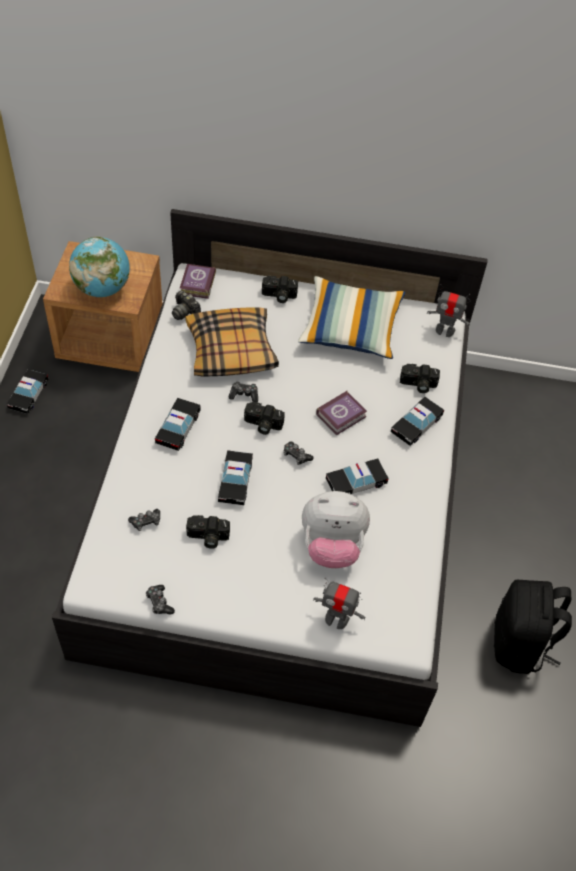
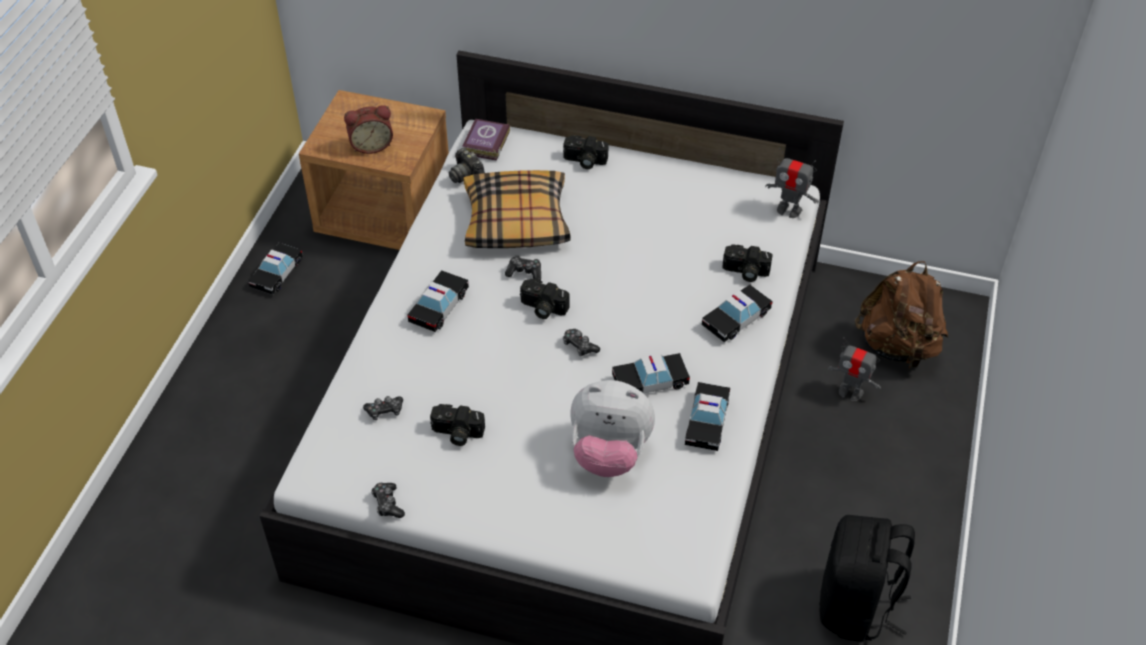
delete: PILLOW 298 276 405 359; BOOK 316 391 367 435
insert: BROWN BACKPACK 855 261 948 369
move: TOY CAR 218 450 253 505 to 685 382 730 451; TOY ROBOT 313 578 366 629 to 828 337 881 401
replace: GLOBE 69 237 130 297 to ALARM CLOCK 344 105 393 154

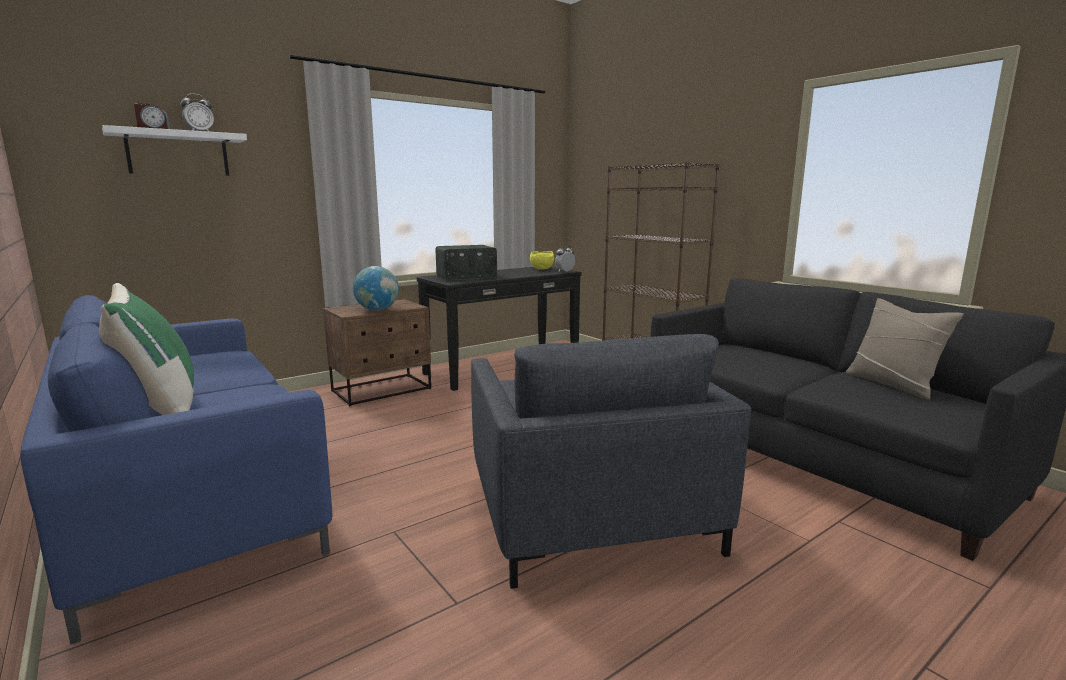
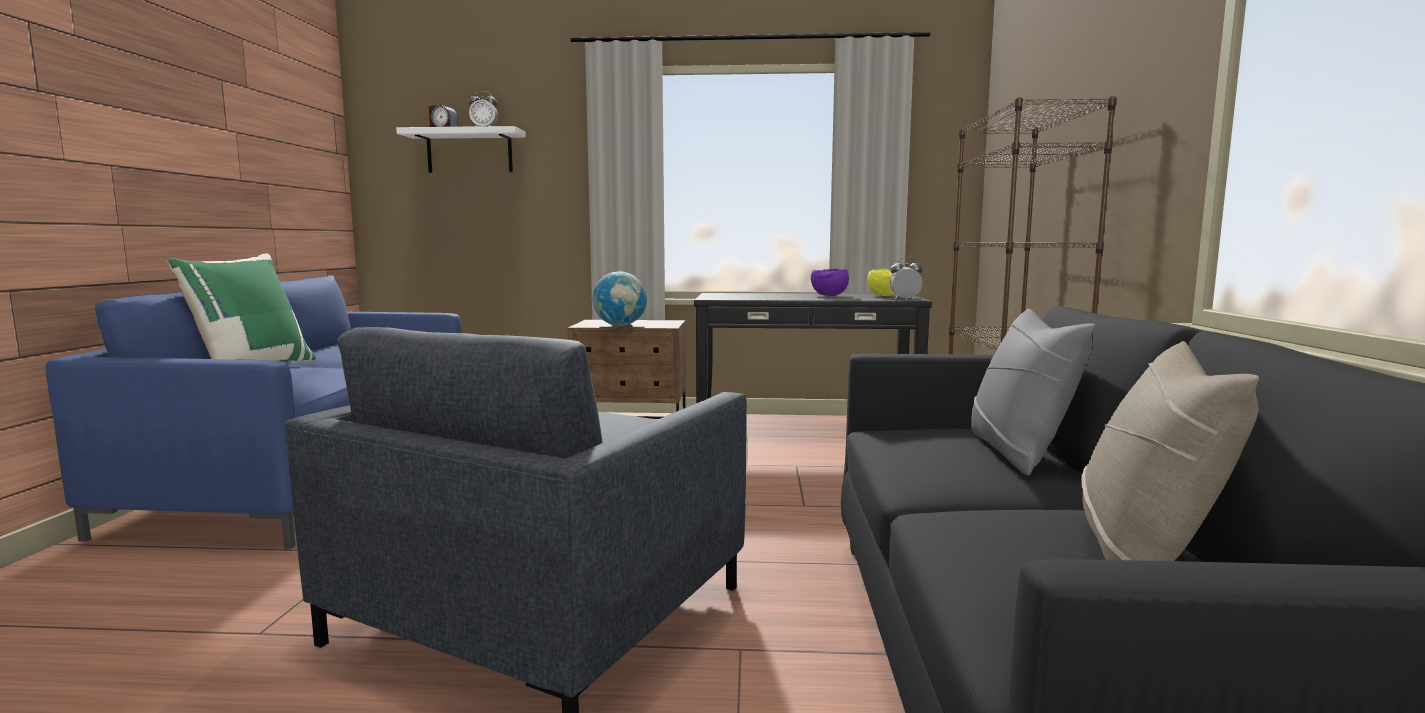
delete: RADIO 435 245 497 281
insert: PURPLE BOWL 811 268 849 296; GREY PILLOW 971 309 1095 476

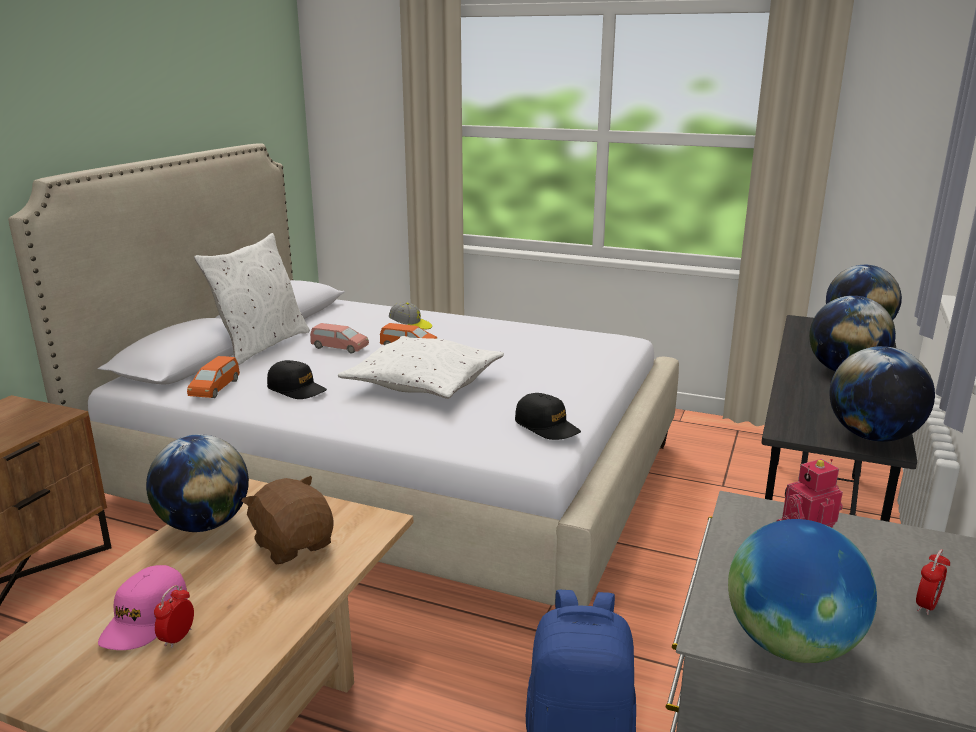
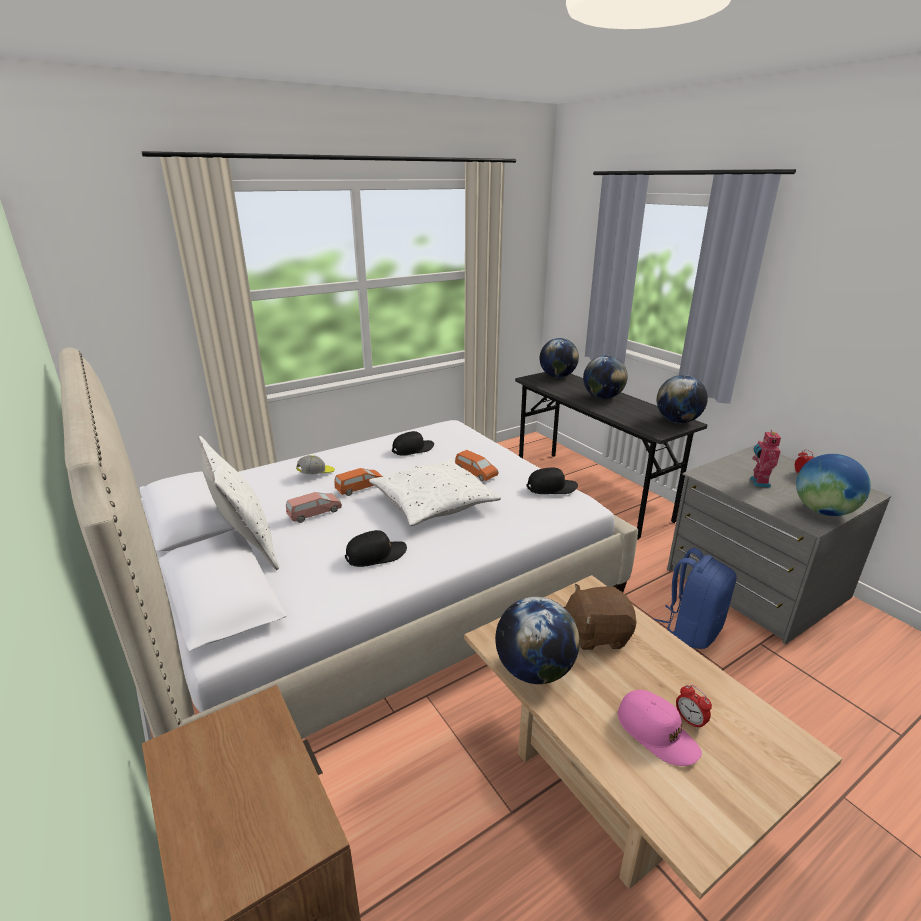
insert: BLACK CAP 392 431 434 456
move: ORANGE TOY CAR 187 356 240 398 to 455 450 498 481

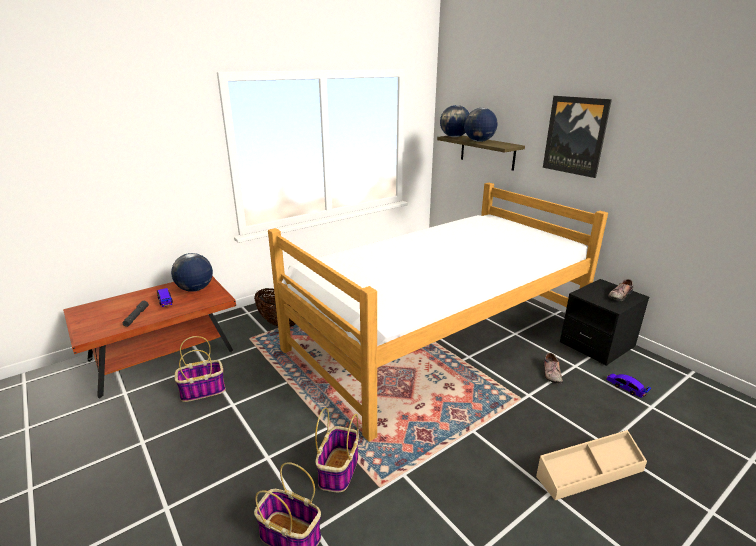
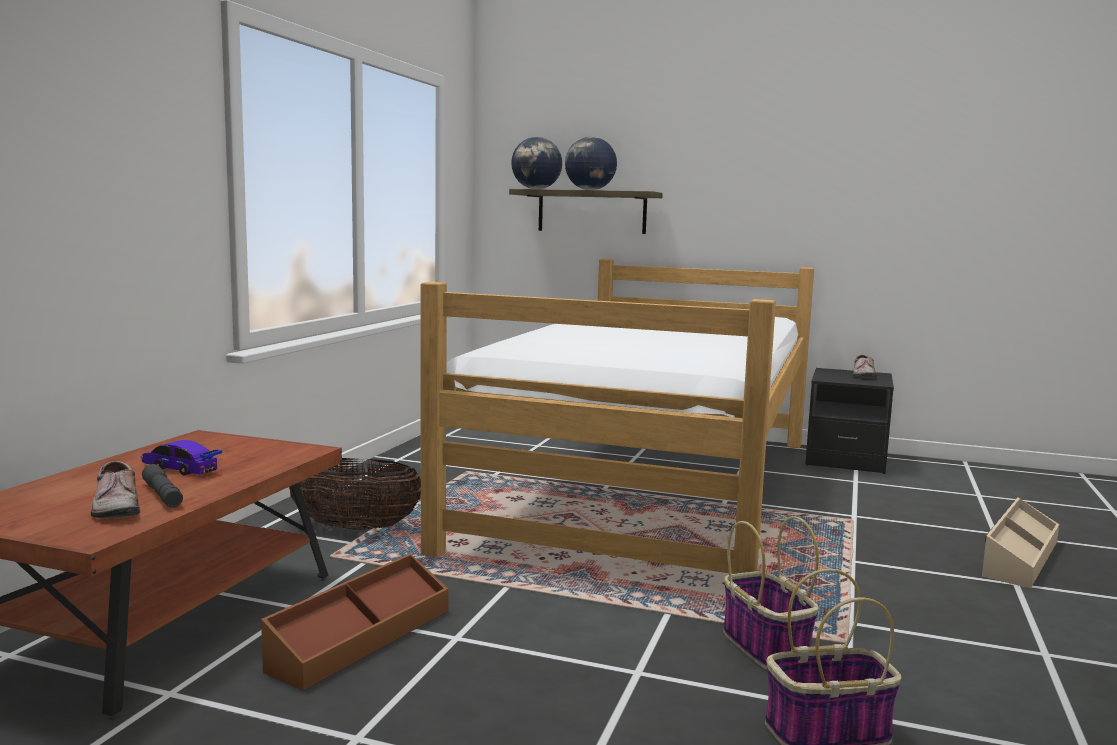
delete: GLOBE 171 253 213 292; PICTURE 543 96 612 178; TOY CAR 606 374 651 398
move: SHOE 543 353 563 384 to 91 461 140 518
replace: BASKET 175 336 226 402 to BROWN STORAGE BOX 261 553 448 691

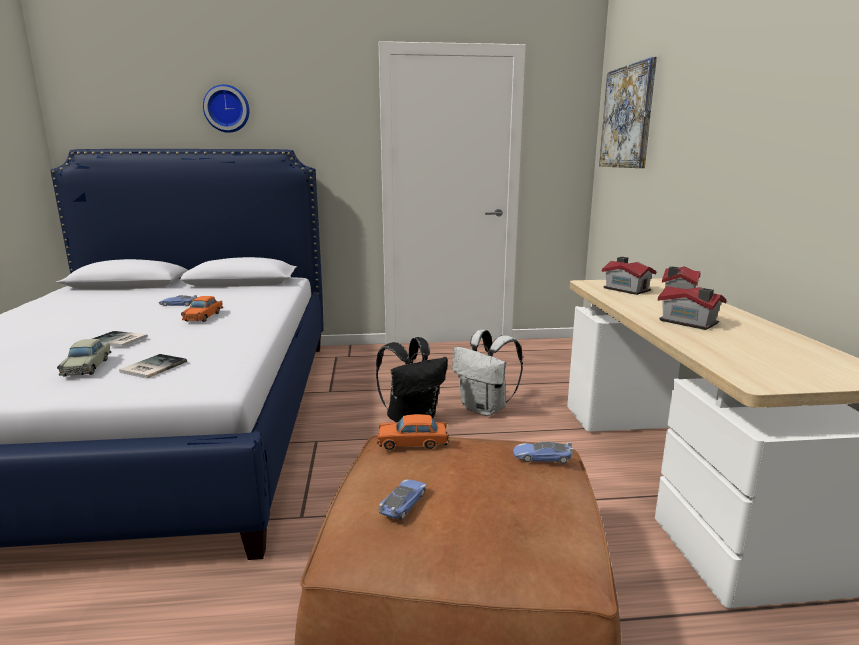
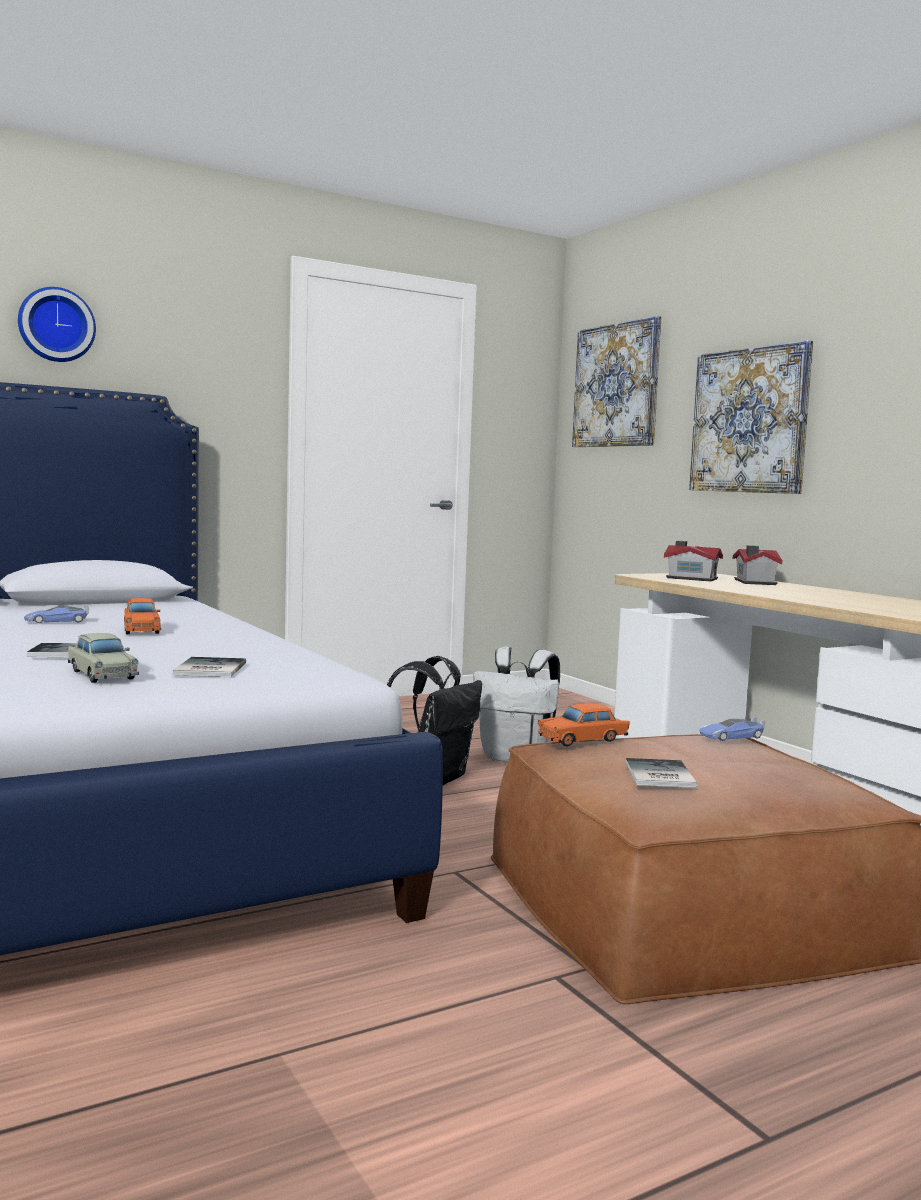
delete: TOY HOUSE 658 286 727 330
insert: PICTURE 689 340 813 494
replace: TOY CAR 379 479 426 520 to BOOK 625 758 697 788

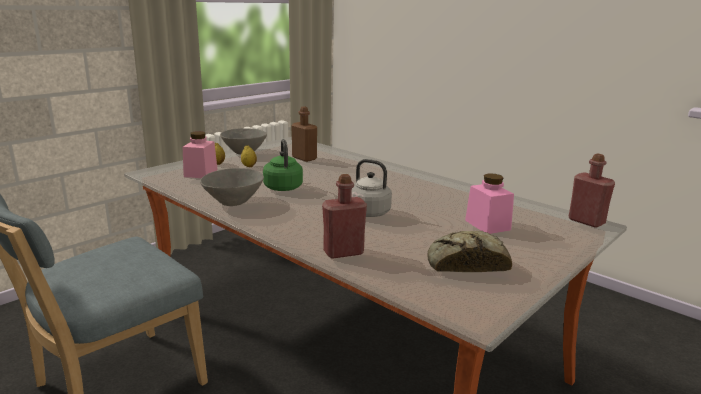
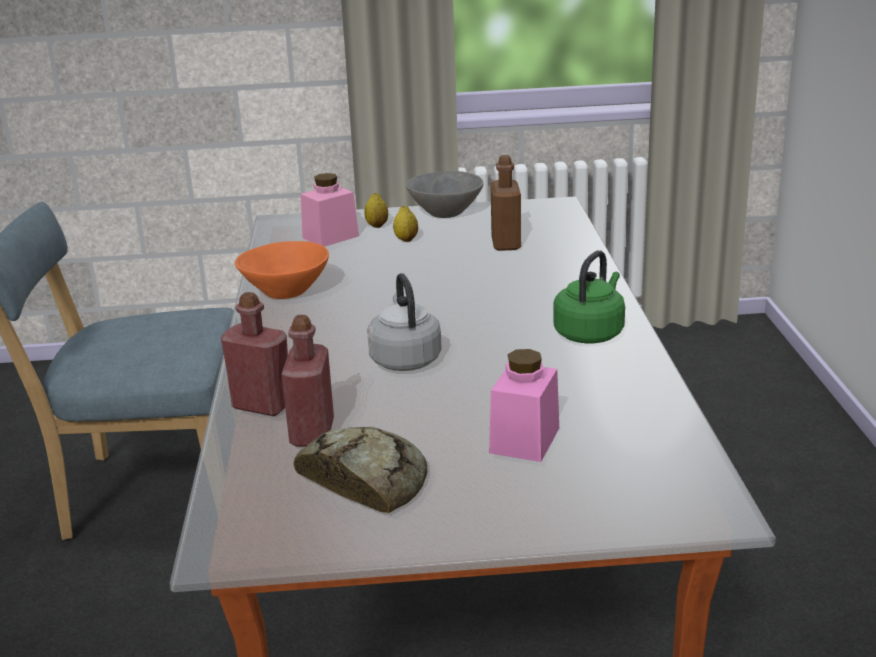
move: RED BOTTLE 569 154 615 228 to 281 315 334 447; GREEN KETTLE 263 139 303 191 to 553 250 625 343
recolor: GREY BOWL 200 168 264 206 to ORANGE BOWL 235 241 329 299

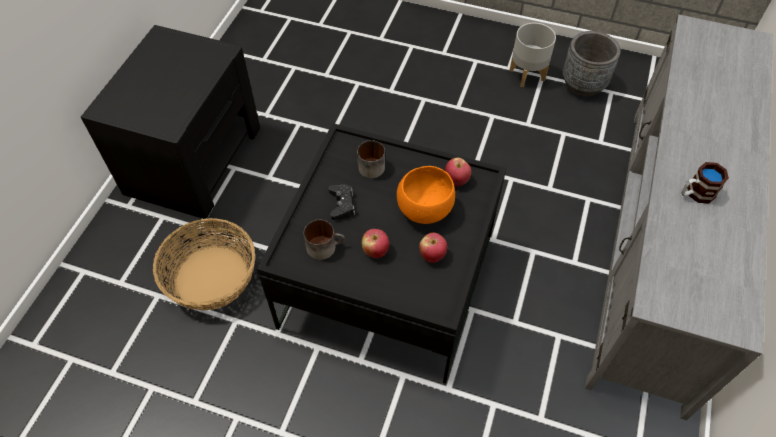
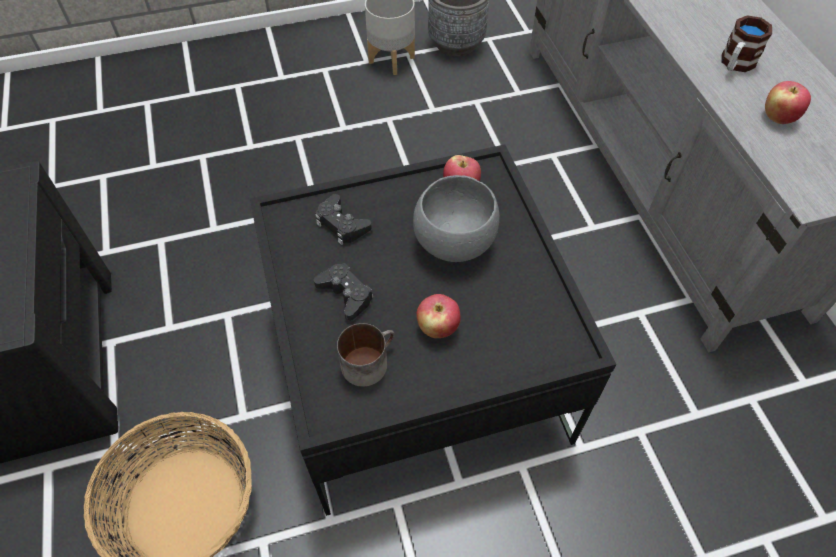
move: APPLE 419 233 447 263 to 765 81 811 124
replace: MUG 357 140 385 178 to BLACK GAME CONTROLLER 315 194 372 245
recolor: ORANGE BOWL 397 166 455 224 to GREY BOWL 413 175 499 262

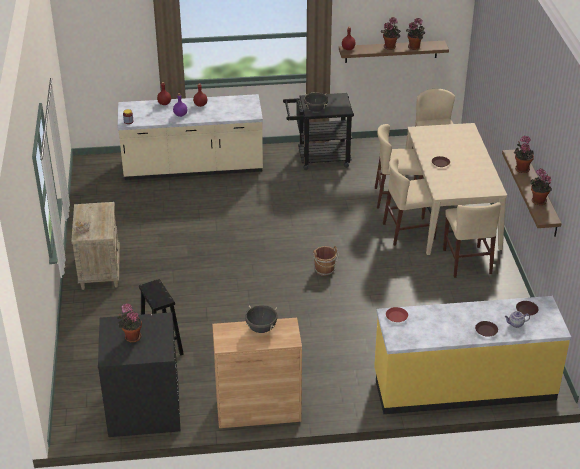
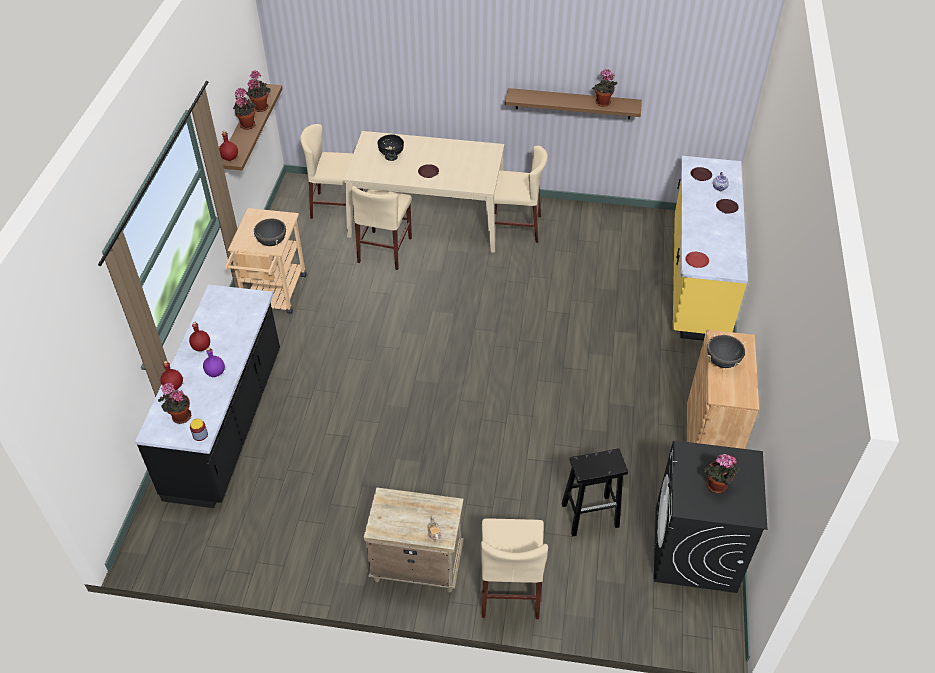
delete: BROWN BUCKET 313 246 339 276
insert: BLACK BOWL 377 134 404 161
move: POTTED PLANT 514 136 534 173 to 158 382 191 424; BEIGE CHAIR 383 157 438 246 to 481 518 548 619
recolor: BEIGE COUNTER 118 94 263 180 to BLACK COUNTER 135 285 280 508; BLACK CART 283 93 354 170 to BEIGE CART 225 208 306 314

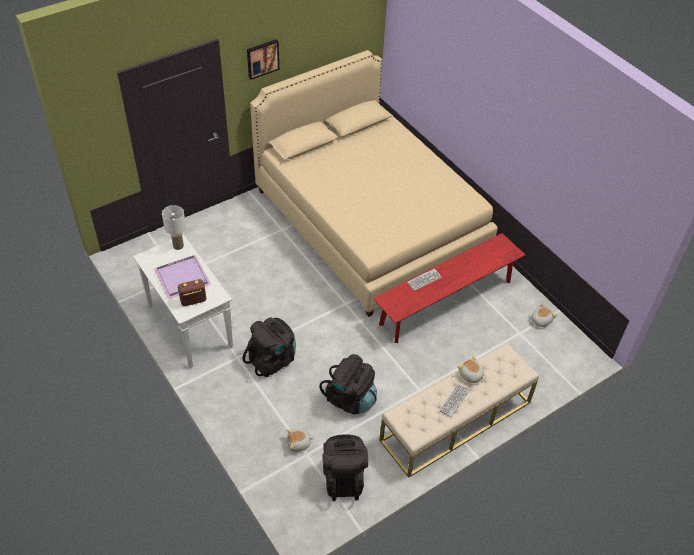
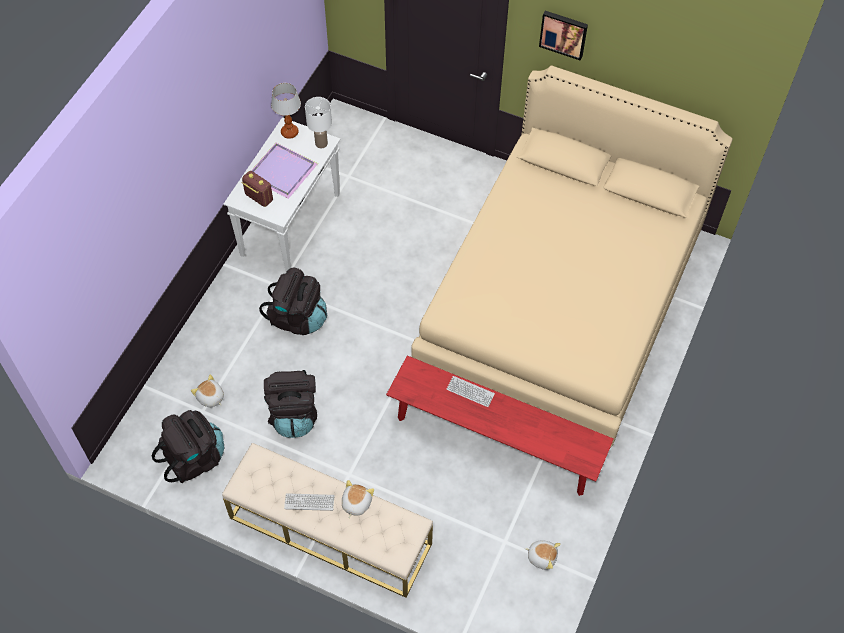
insert: TABLE LAMP 271 83 301 139

